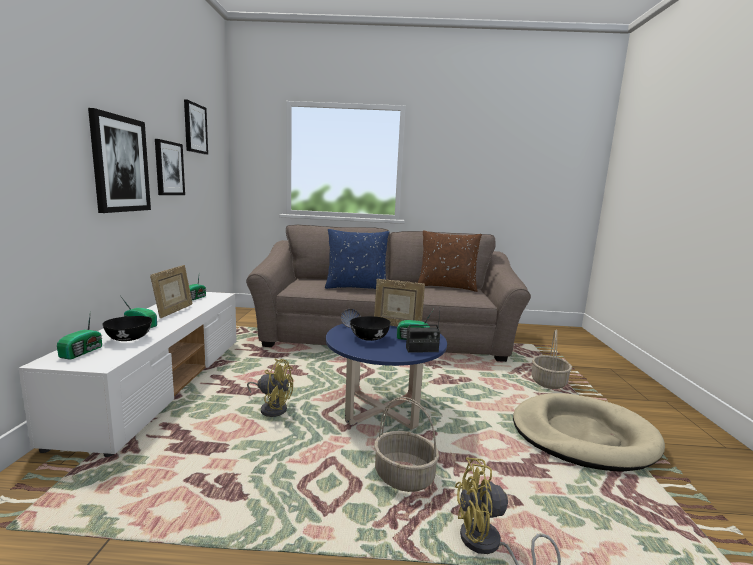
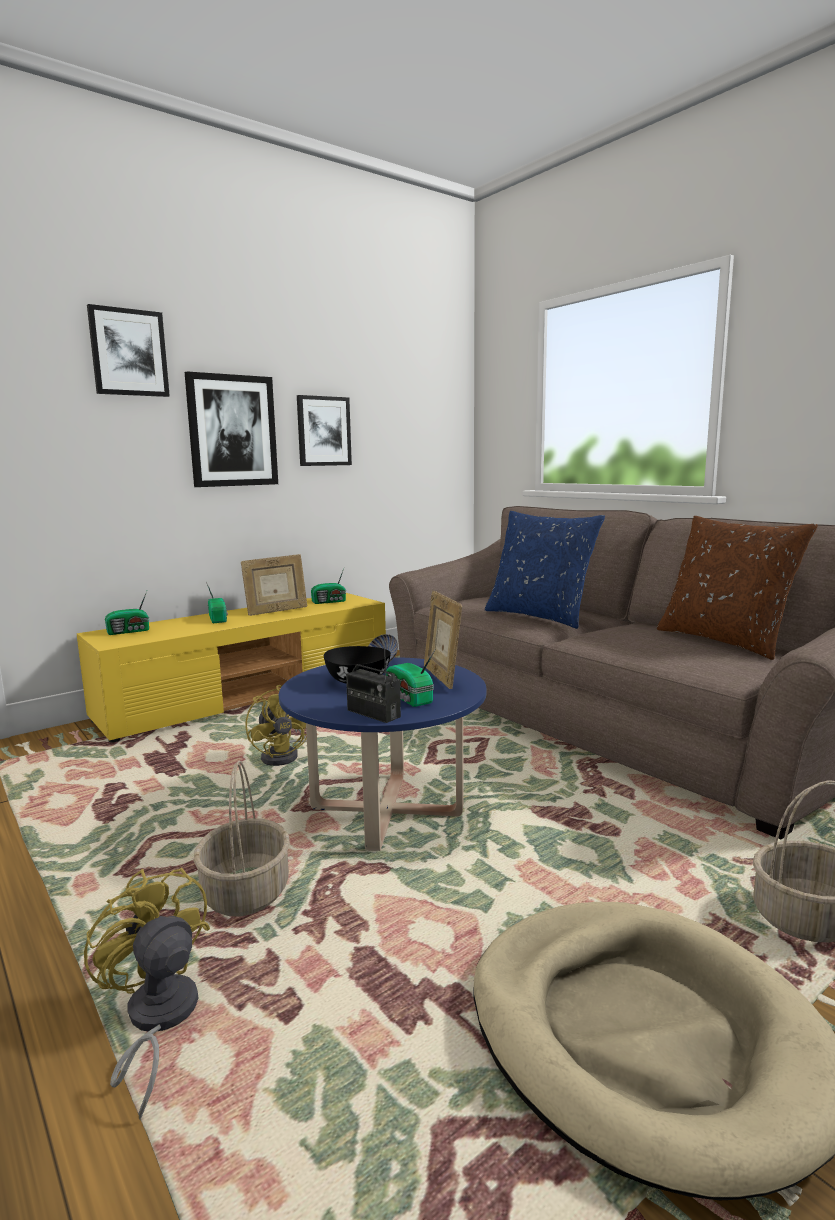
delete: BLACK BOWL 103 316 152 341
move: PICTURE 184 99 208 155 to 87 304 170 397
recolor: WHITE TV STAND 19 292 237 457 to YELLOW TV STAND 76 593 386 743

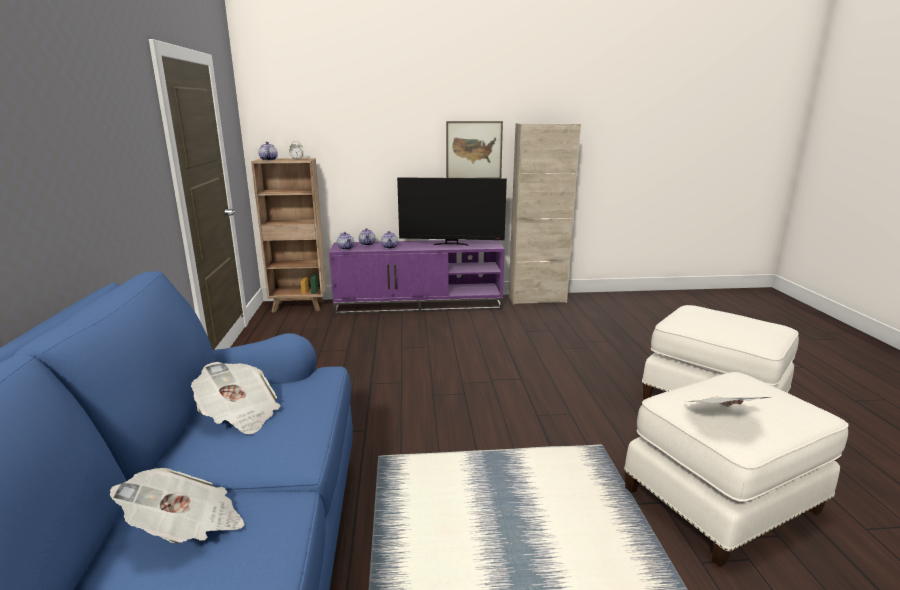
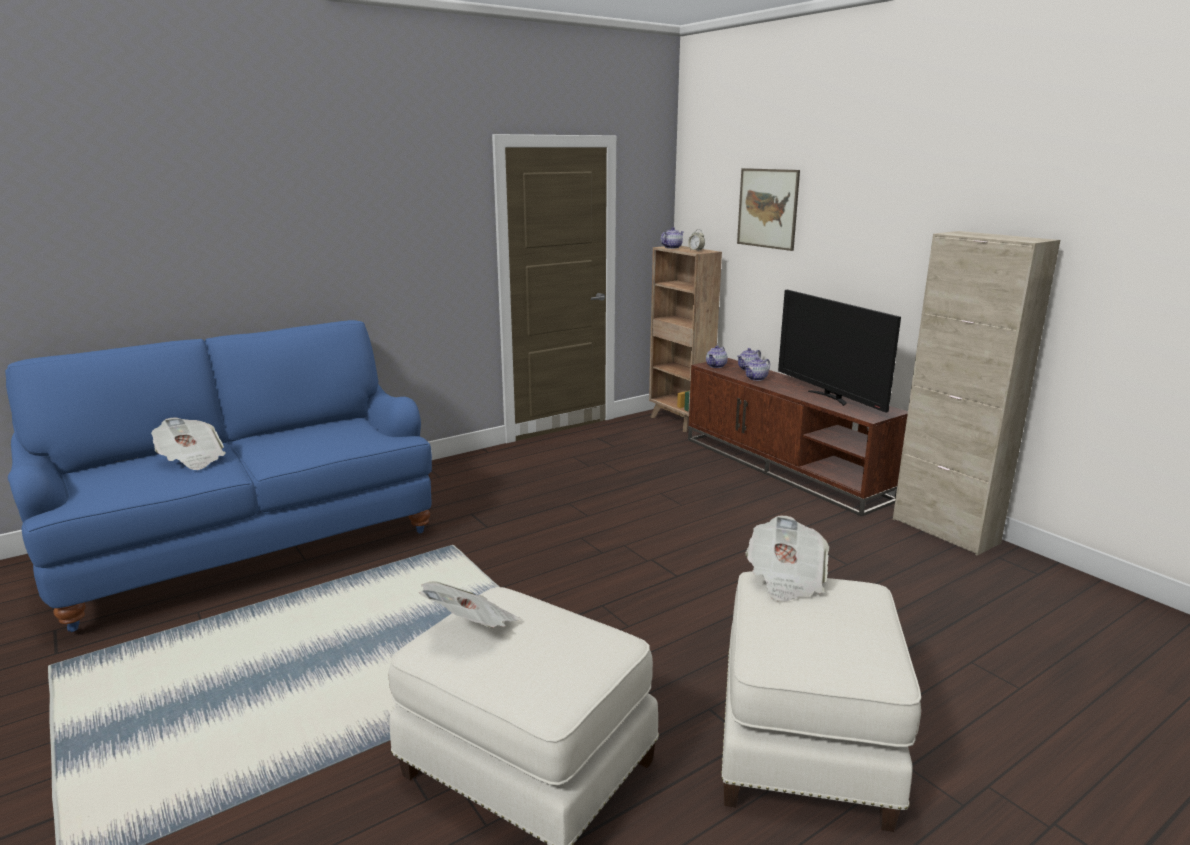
move: PICTURE 446 121 503 178 to 737 168 800 251; NEWSPAPER 191 362 280 434 to 746 516 829 602
recolor: PURPLE TV STAND 329 240 505 314 to BROWN TV STAND 688 358 908 517

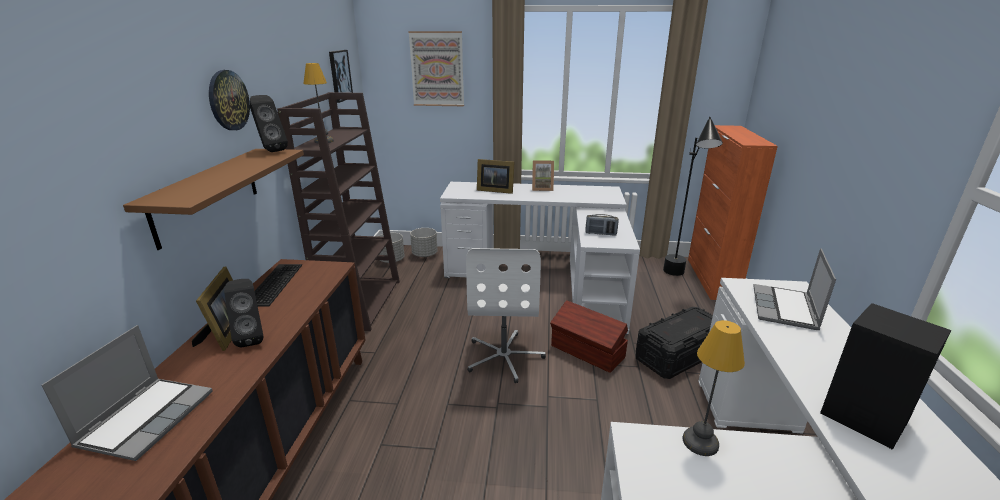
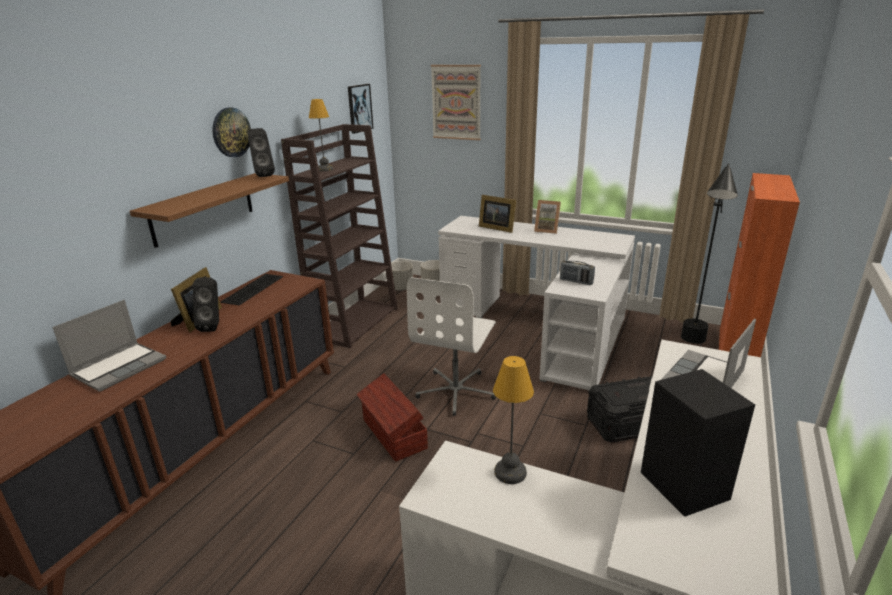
move: BROWN STORAGE BOX 550 300 628 373 to 357 373 428 462

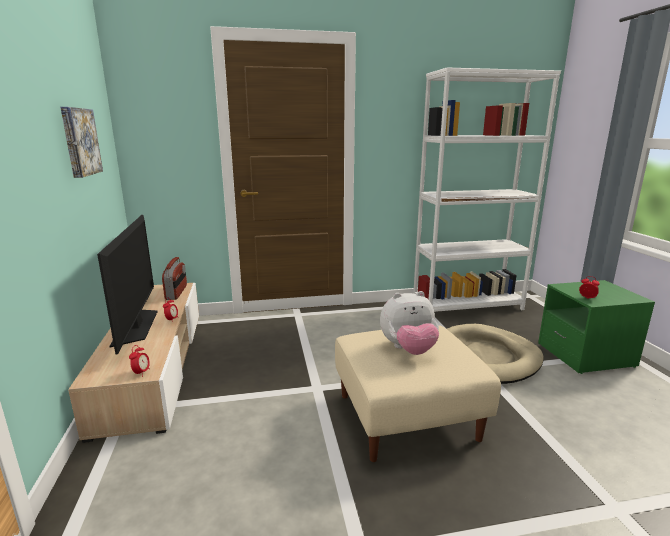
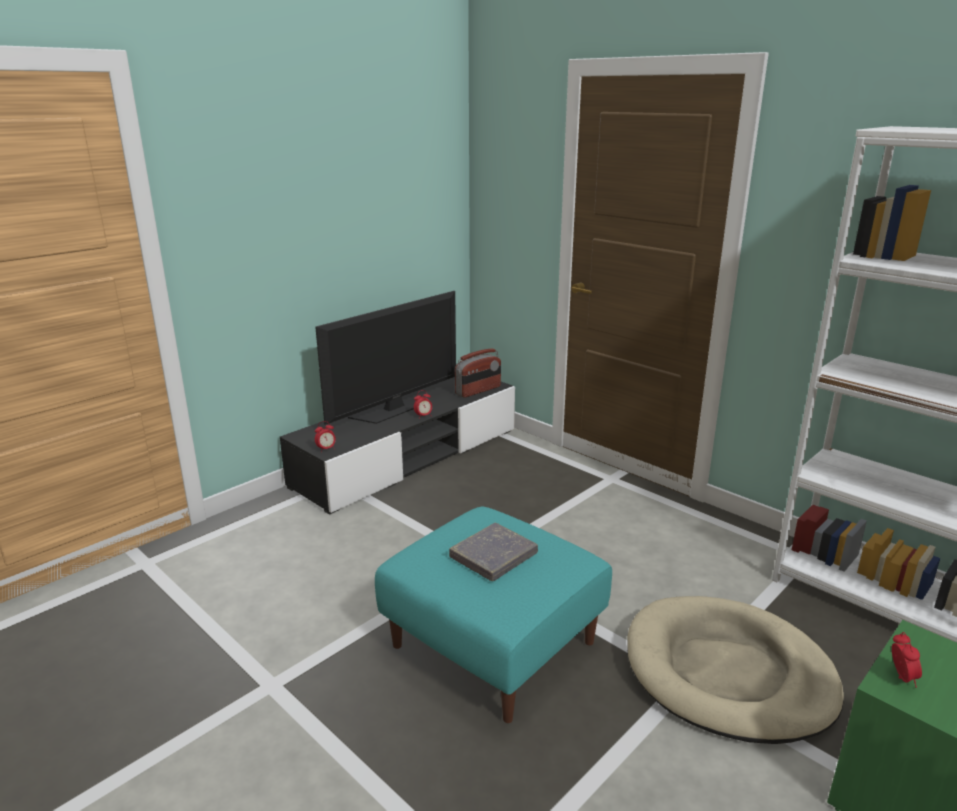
delete: PICTURE 60 107 103 178
replace: PLUSH TOY 380 291 439 355 to GREY BOOK 449 523 538 581
recolor: BEIGE TV STAND 68 283 199 443 to BLACK TV STAND 280 377 515 515; BEIGE OTTOMAN 335 325 501 462 to TURQUOISE OTTOMAN 375 506 612 723

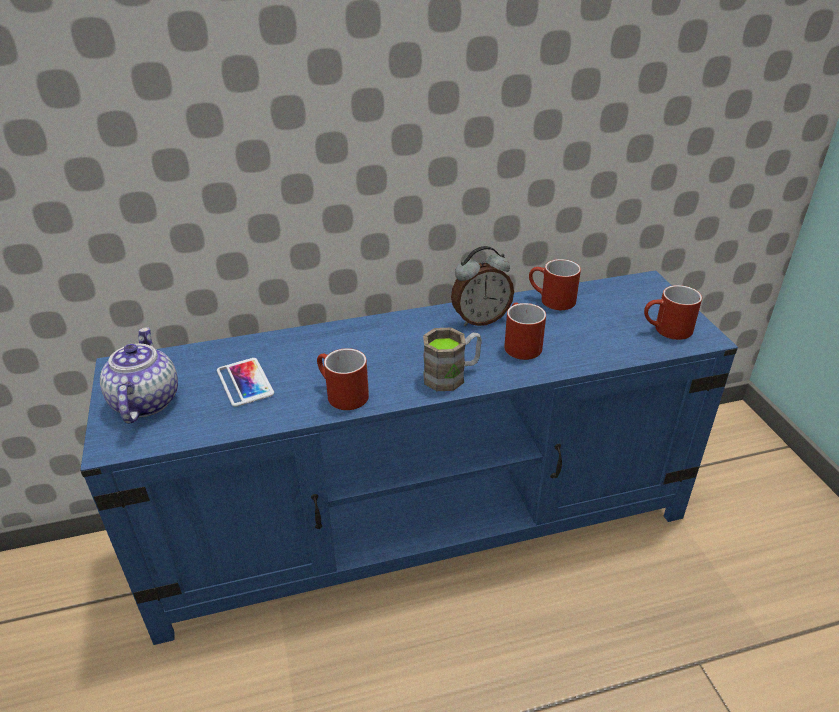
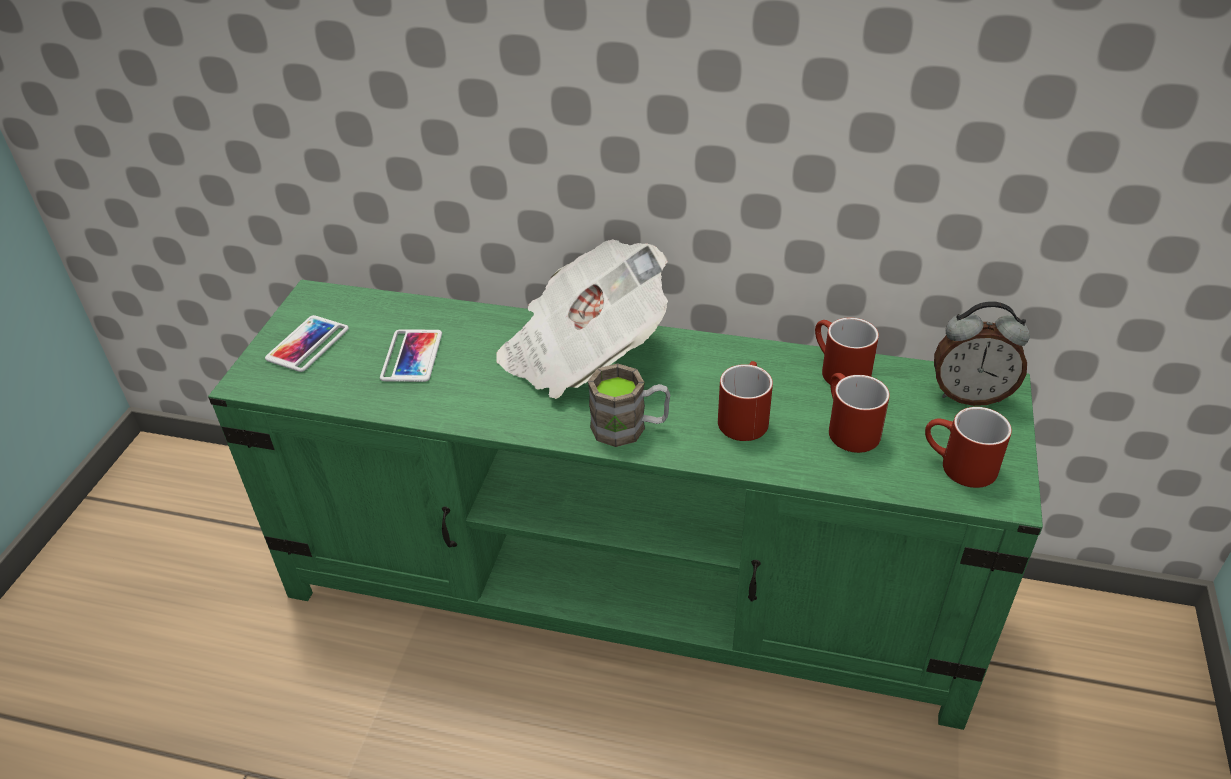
insert: NEWSPAPER 496 239 668 399
move: RED MUG 317 348 369 410 to 829 373 890 453; ALARM CLOCK 451 246 514 326 to 934 301 1030 406
replace: TEAPOT 100 327 178 424 to PHONE 265 315 349 372
recolor: BLUE TV STAND 80 270 738 645 to GREEN TV STAND 208 280 1043 730

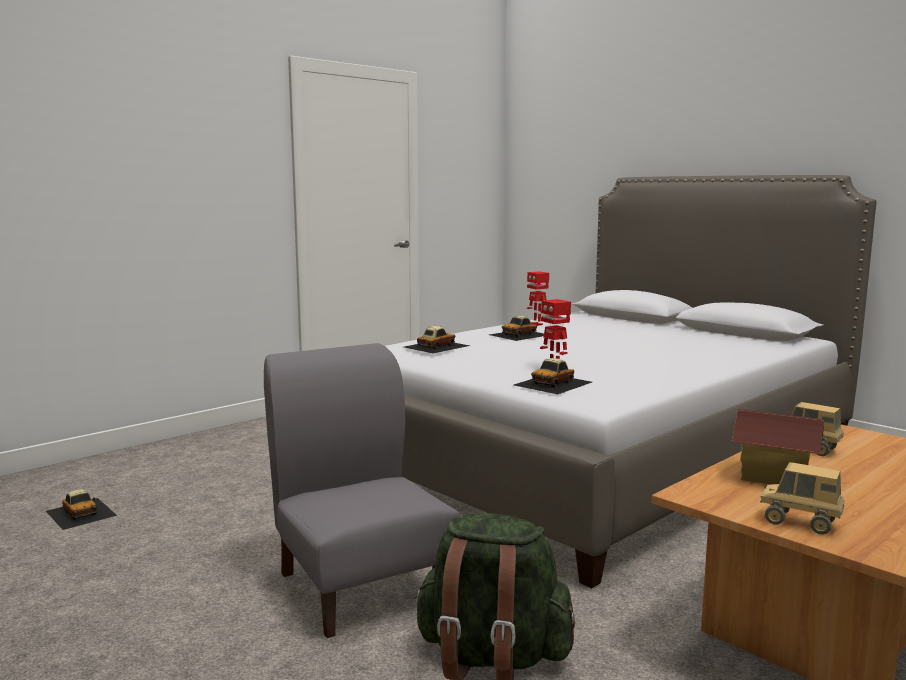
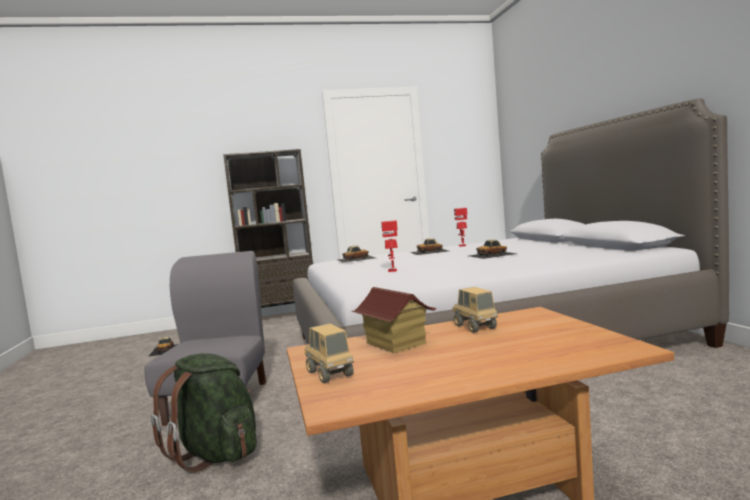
insert: BROWN BOOKCASE 223 149 313 308
move: TOY CAR 514 358 592 394 to 469 239 517 259

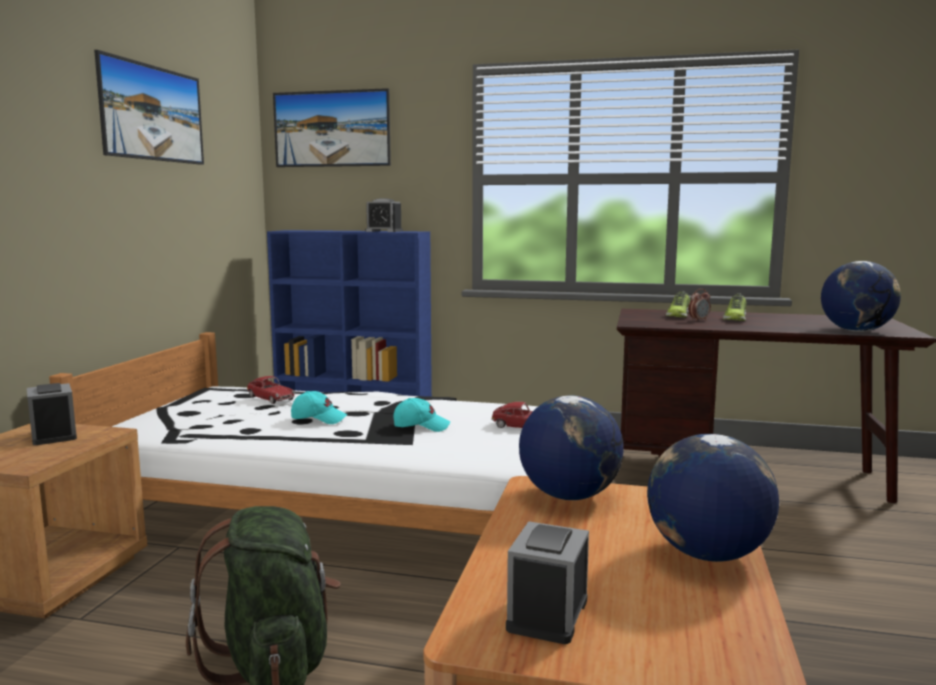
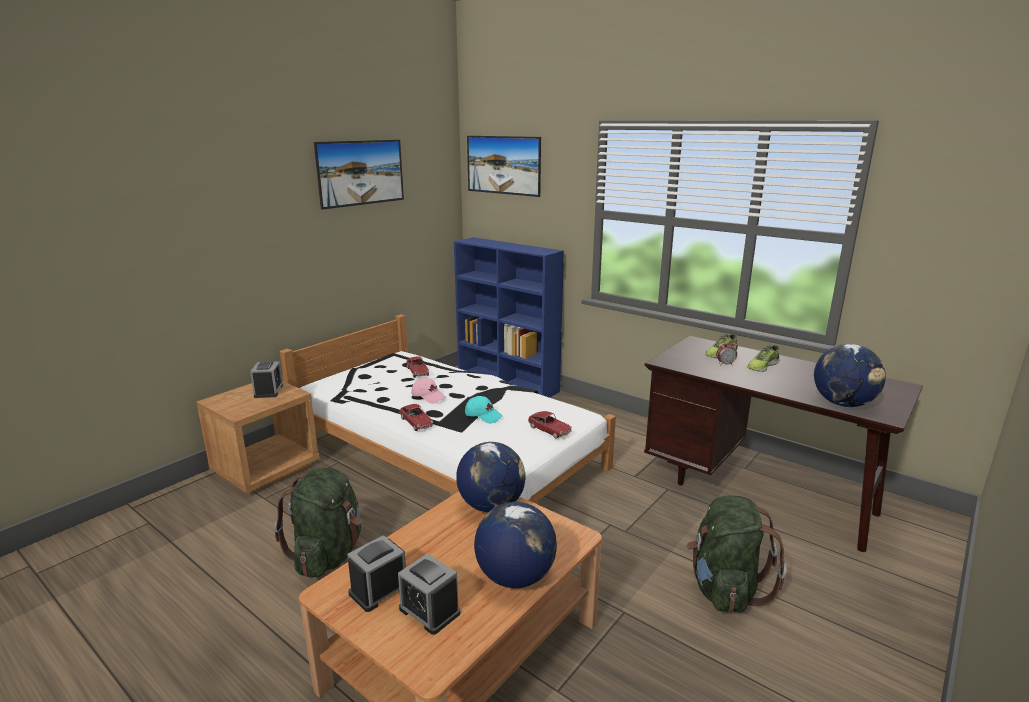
insert: TOY CAR 400 404 433 431; GREEN BACKPACK 686 495 786 613
move: ALARM CLOCK 365 198 403 232 to 398 554 460 635
recolor: TURQUOISE CAP 291 391 347 424 to PINK CAP 411 378 446 404

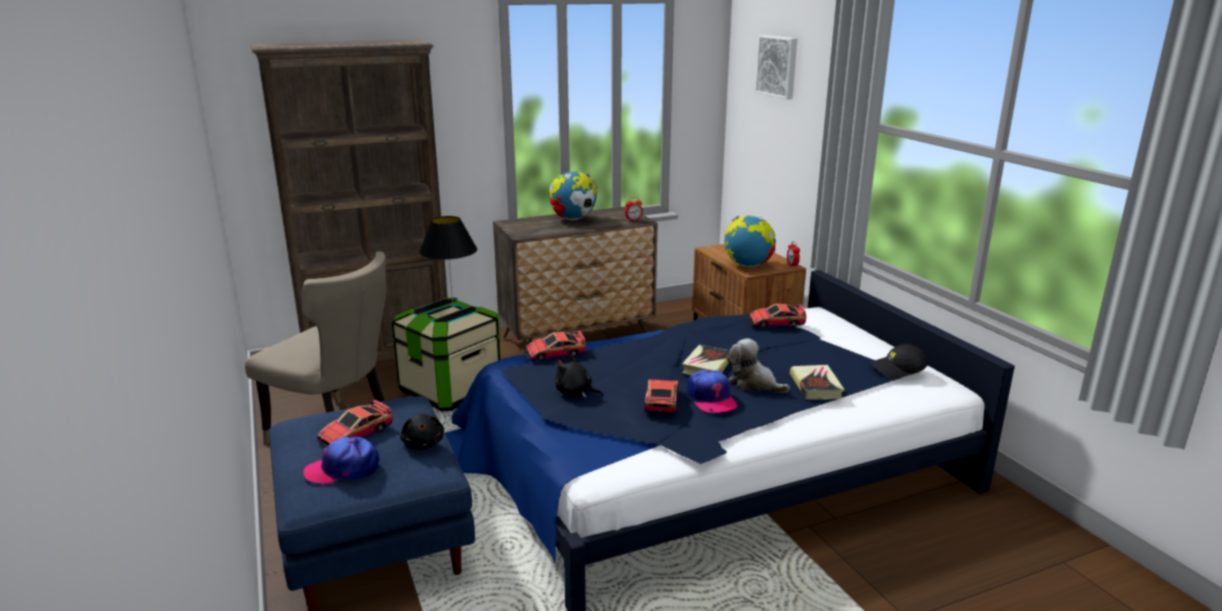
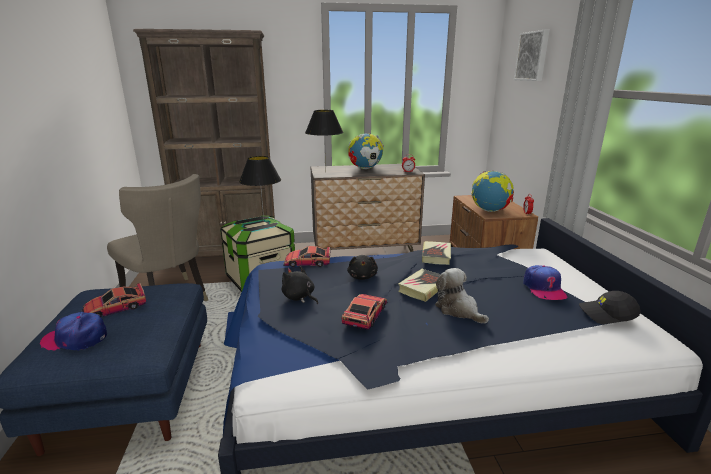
delete: TOY CAR 748 303 806 328
insert: BLACK TABLE LAMP 305 110 344 172
move: BLACK PLUSH TOY 400 414 444 449 to 347 255 378 280; BOOK 790 365 845 400 to 422 241 451 265; CAP 687 370 738 413 to 523 265 567 300

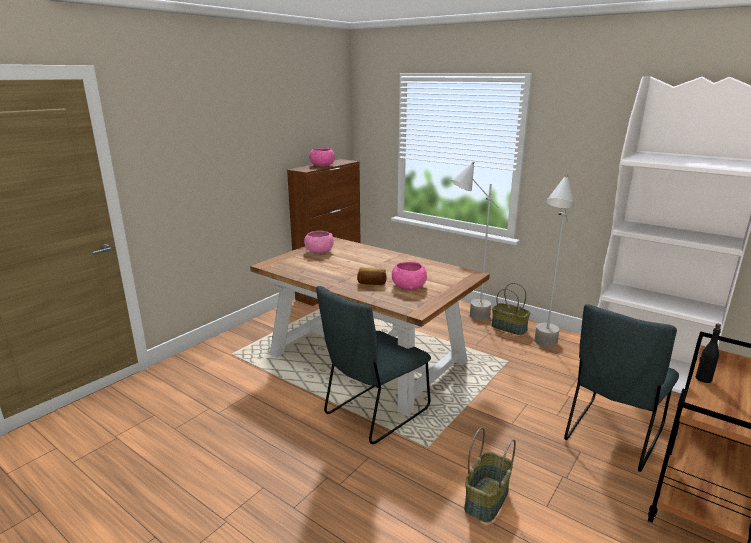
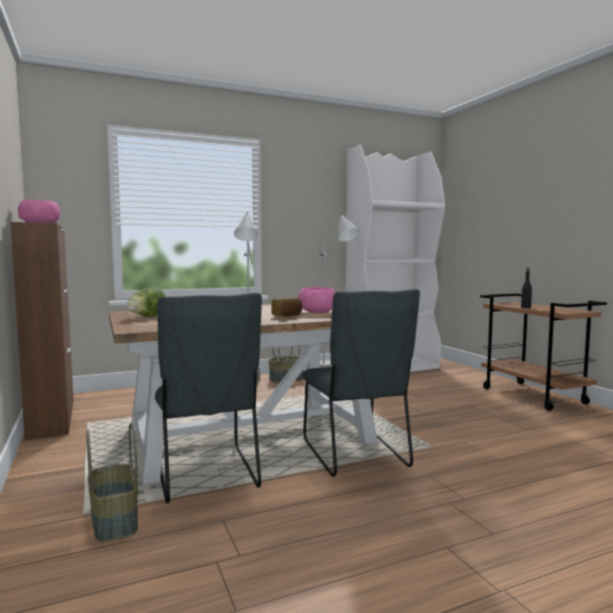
move: BASKET 464 427 516 523 to 86 423 138 542; GREY CHAIR 564 304 679 472 to 155 293 262 503
replace: PINK BOWL 304 231 334 254 to LETTUCE 127 287 166 316

